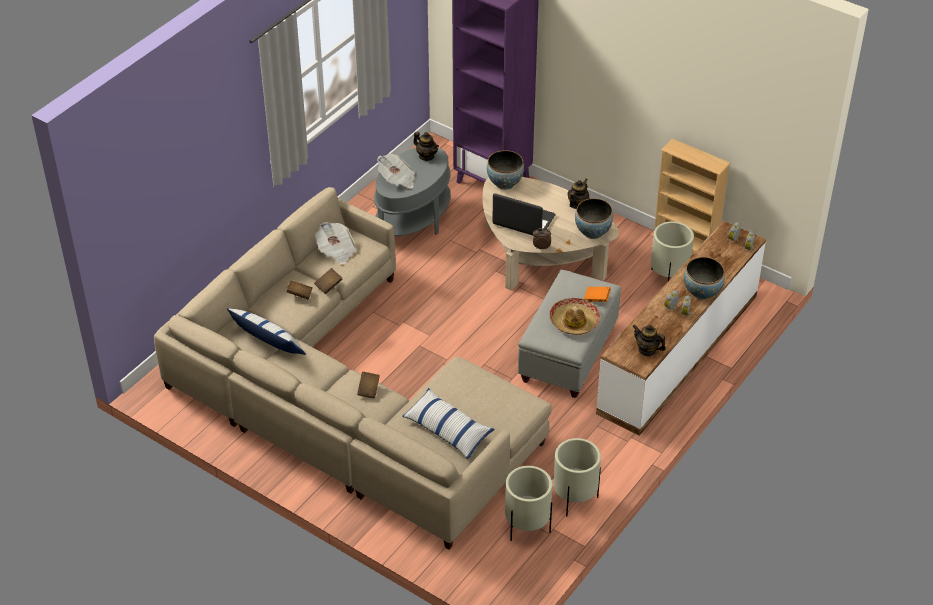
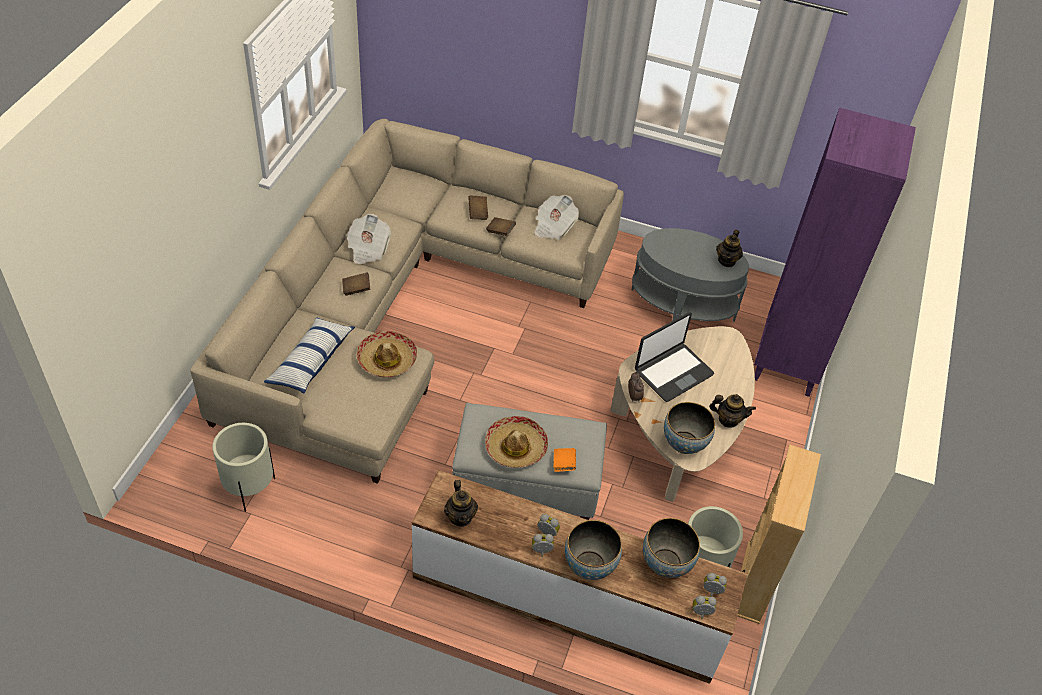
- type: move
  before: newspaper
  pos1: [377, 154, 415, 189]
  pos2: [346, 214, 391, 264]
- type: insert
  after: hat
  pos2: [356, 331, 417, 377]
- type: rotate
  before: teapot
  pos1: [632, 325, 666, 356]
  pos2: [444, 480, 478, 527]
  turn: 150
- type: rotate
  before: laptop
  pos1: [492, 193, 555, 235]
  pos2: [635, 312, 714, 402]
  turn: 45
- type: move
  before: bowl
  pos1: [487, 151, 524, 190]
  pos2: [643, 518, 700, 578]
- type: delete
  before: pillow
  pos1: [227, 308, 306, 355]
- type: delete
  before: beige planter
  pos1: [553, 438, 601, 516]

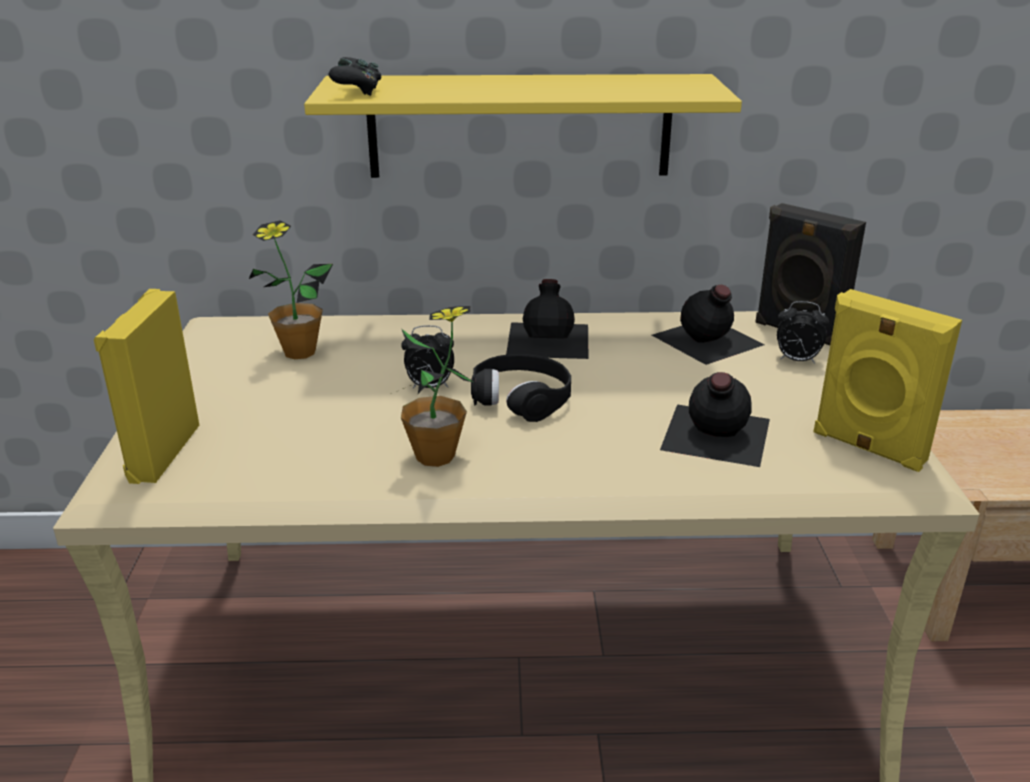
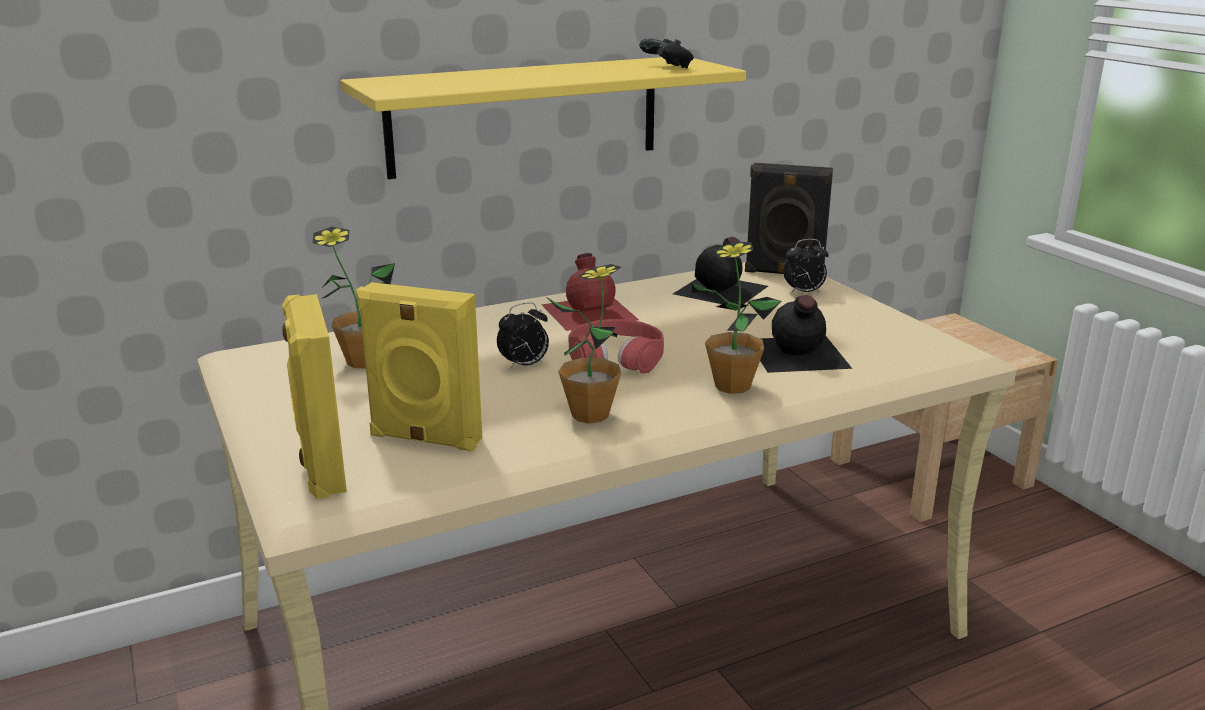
- type: move
  before: yellow speaker
  pos1: [813, 289, 962, 472]
  pos2: [356, 282, 482, 451]
- type: recolor
  before: black bottle
  after: red bottle
  pos1: [506, 279, 588, 359]
  pos2: [541, 253, 639, 331]
- type: recolor
  before: black headphones
  after: red headphones
  pos1: [471, 354, 571, 422]
  pos2: [569, 319, 664, 374]
- type: move
  before: black game controller
  pos1: [328, 57, 382, 96]
  pos2: [639, 39, 694, 68]
- type: insert
  after: potted plant
  pos2: [692, 242, 782, 394]

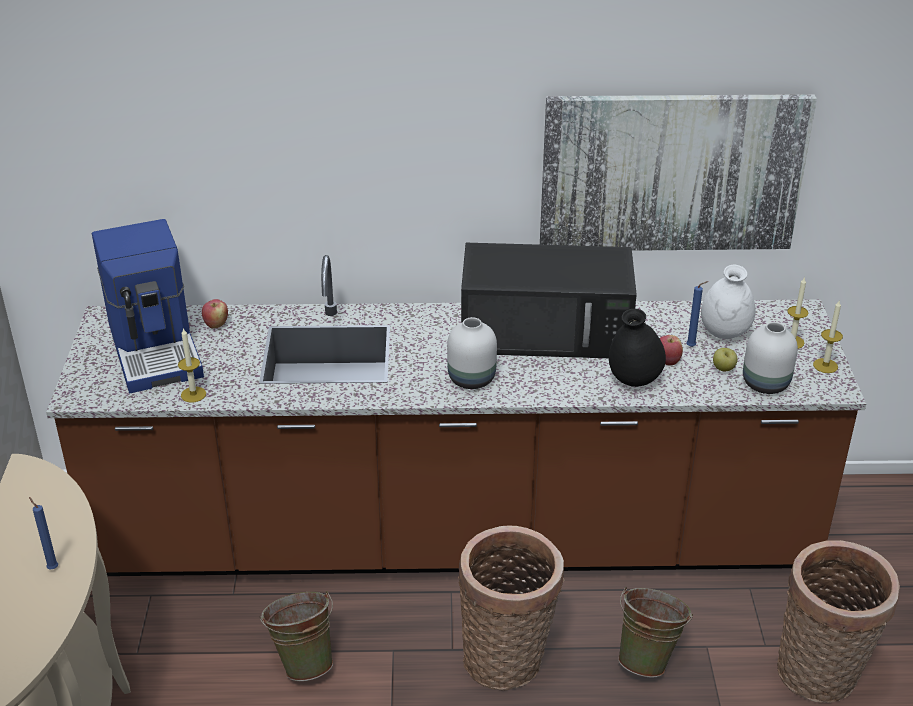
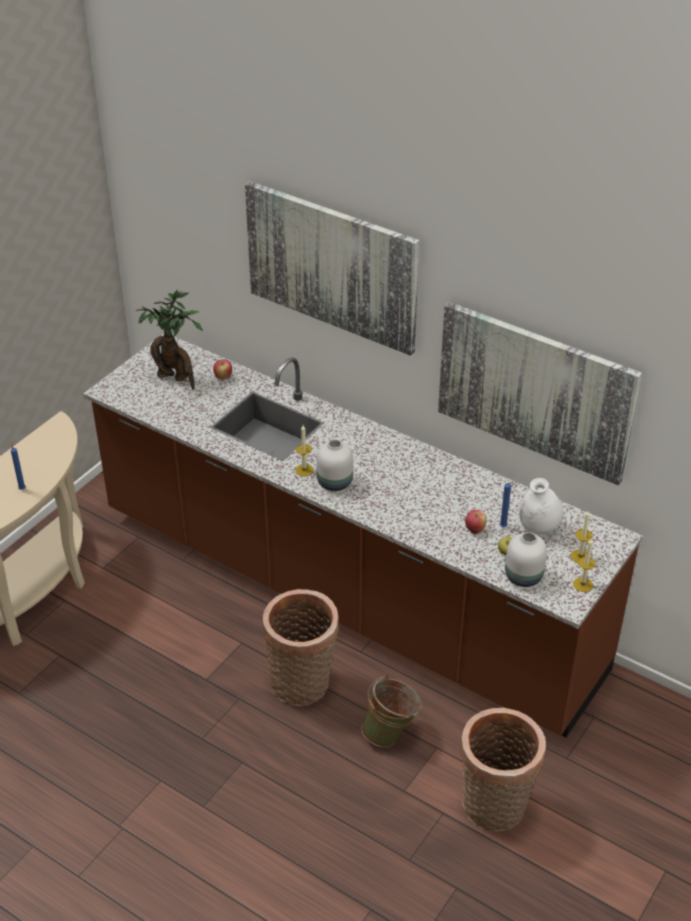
- type: replace
  before: coffee machine
  after: potted plant
  pos1: [92, 219, 204, 393]
  pos2: [135, 289, 203, 389]
- type: insert
  after: picture
  pos2: [245, 181, 420, 356]
- type: move
  before: candle
  pos1: [178, 328, 206, 402]
  pos2: [295, 425, 314, 477]
- type: delete
  before: green bucket
  pos1: [260, 591, 333, 681]
- type: delete
  before: black microwave
  pos1: [461, 243, 637, 358]
- type: delete
  before: black vase
  pos1: [609, 309, 666, 387]

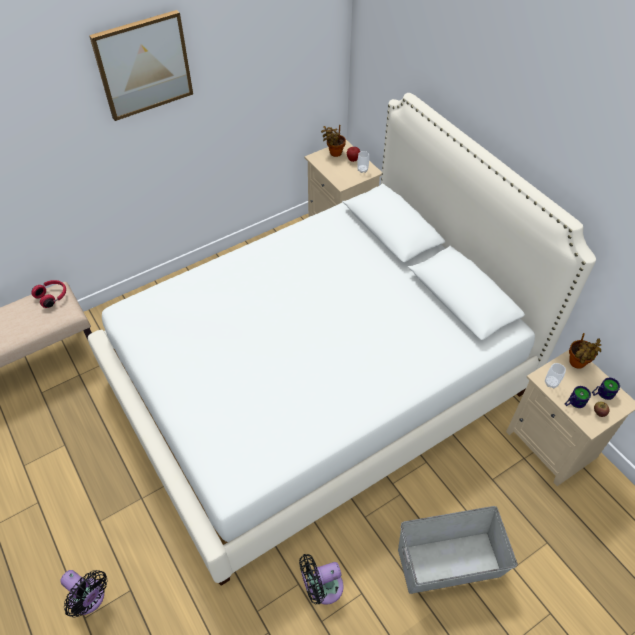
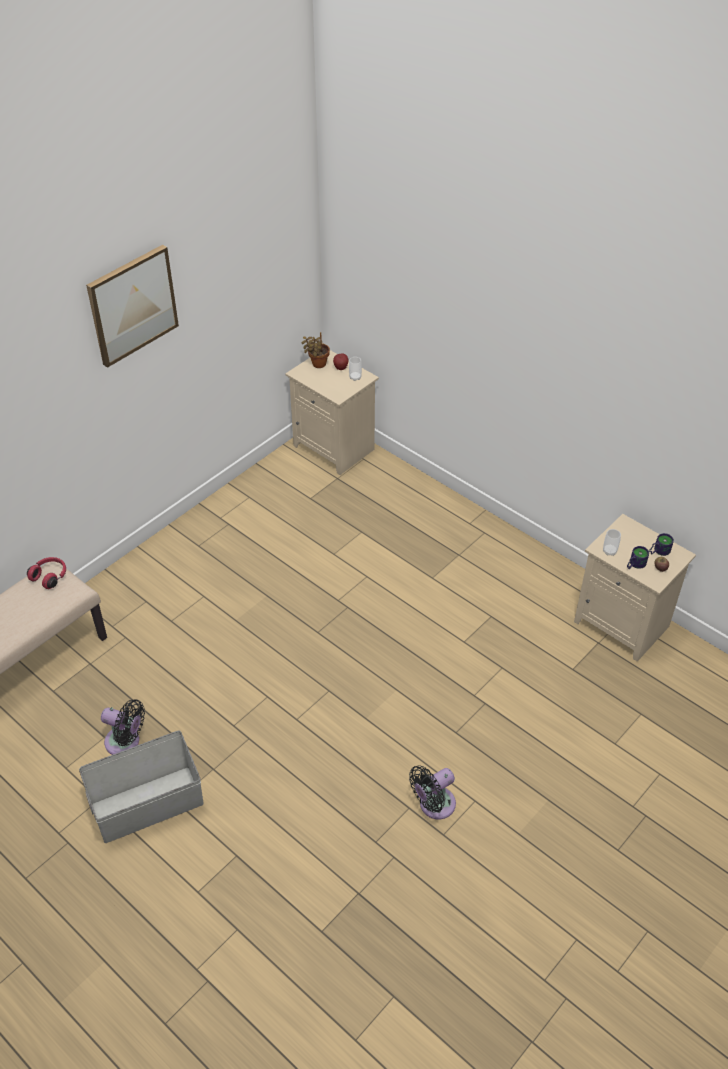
- type: move
  before: grey storage box
  pos1: [398, 506, 518, 594]
  pos2: [79, 731, 204, 843]
- type: move
  before: black fan
  pos1: [60, 570, 108, 617]
  pos2: [101, 699, 145, 755]
- type: delete
  before: white bed
  pos1: [88, 93, 596, 586]
- type: delete
  before: potted plant
  pos1: [569, 333, 601, 369]

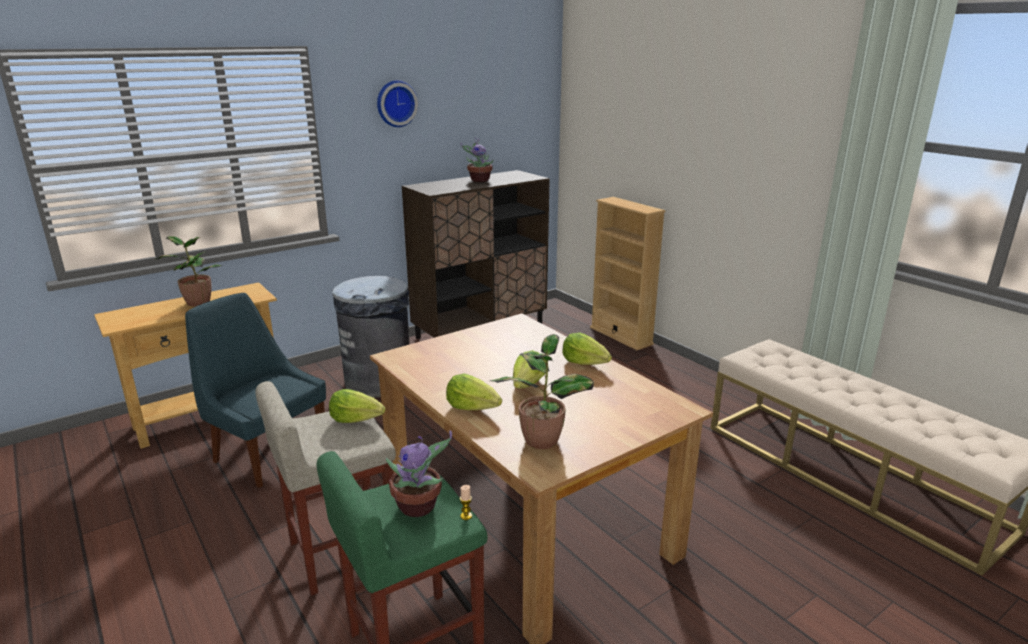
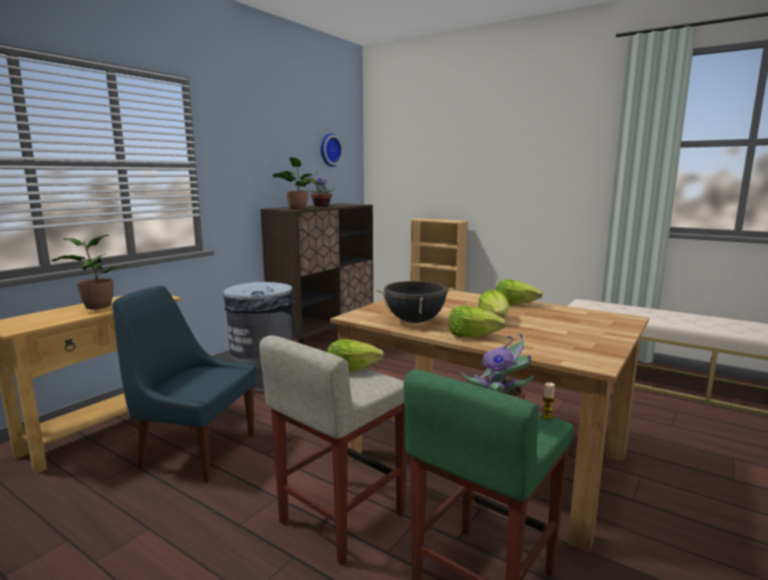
- type: move
  before: potted plant
  pos1: [490, 334, 594, 449]
  pos2: [273, 157, 319, 210]
- type: move
  before: wall clock
  pos1: [377, 80, 418, 127]
  pos2: [320, 133, 343, 167]
- type: insert
  after: black cooking pot
  pos2: [377, 281, 454, 323]

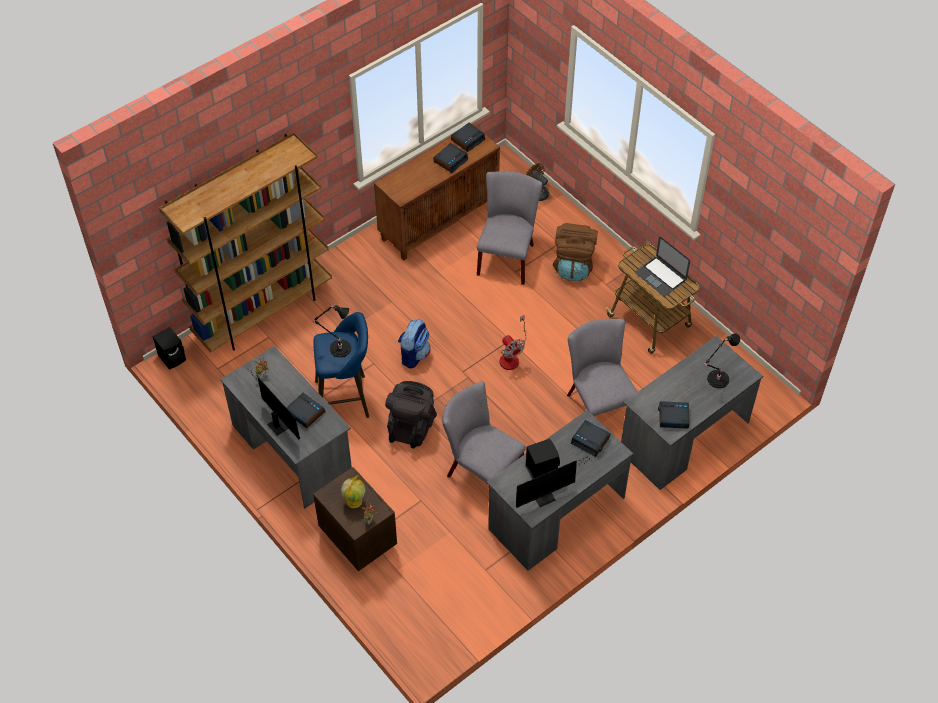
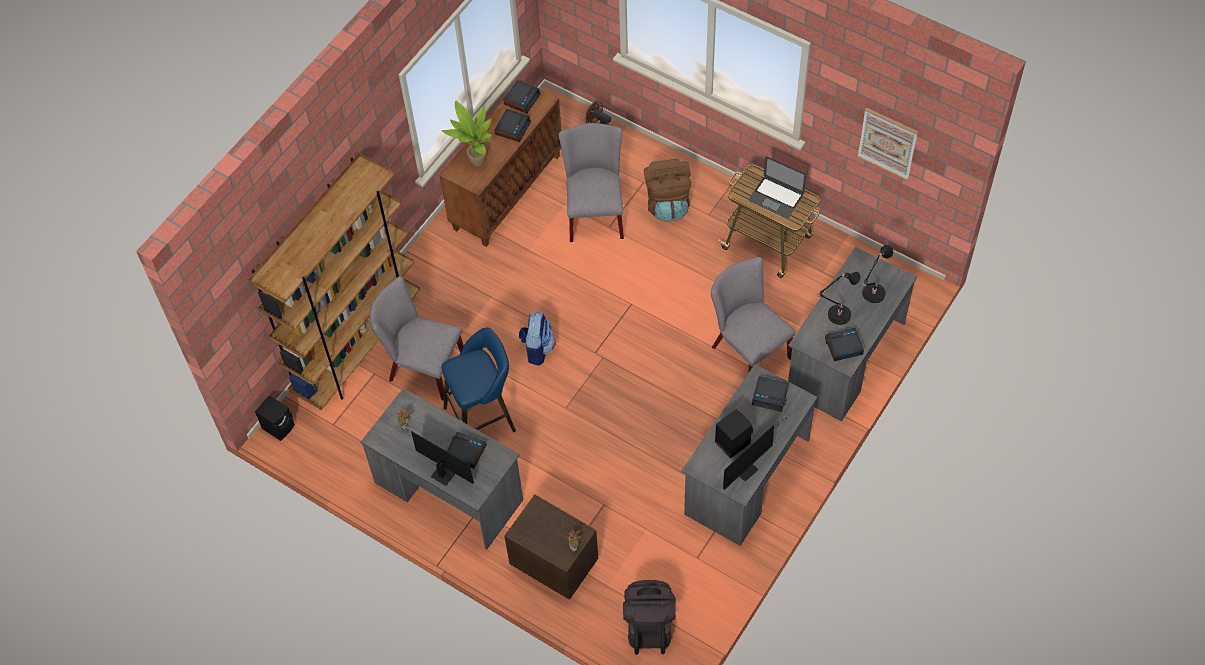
- type: move
  before: grey chair
  pos1: [442, 381, 526, 482]
  pos2: [370, 276, 464, 401]
- type: insert
  after: potted plant
  pos2: [442, 101, 492, 167]
- type: move
  before: black backpack
  pos1: [385, 381, 437, 448]
  pos2: [623, 580, 676, 655]
- type: move
  before: black table lamp
  pos1: [312, 305, 351, 357]
  pos2: [818, 272, 861, 325]
- type: insert
  after: picture
  pos2: [857, 107, 918, 180]
- type: delete
  before: globe
  pos1: [341, 475, 365, 508]
- type: delete
  before: fan
  pos1: [500, 315, 526, 370]

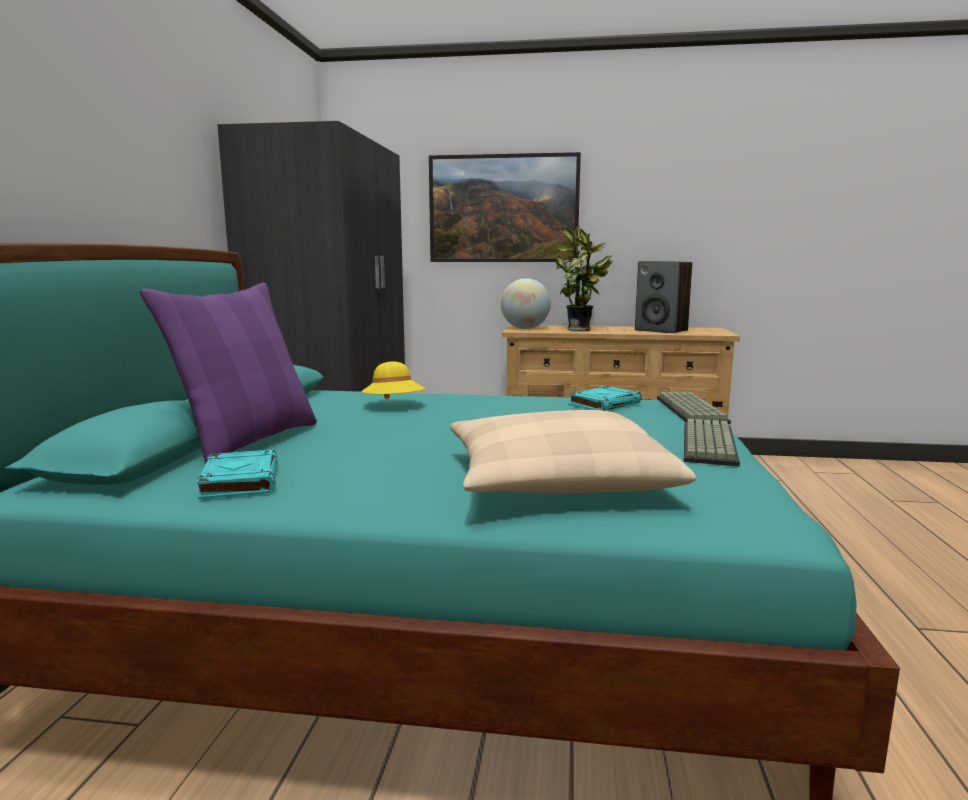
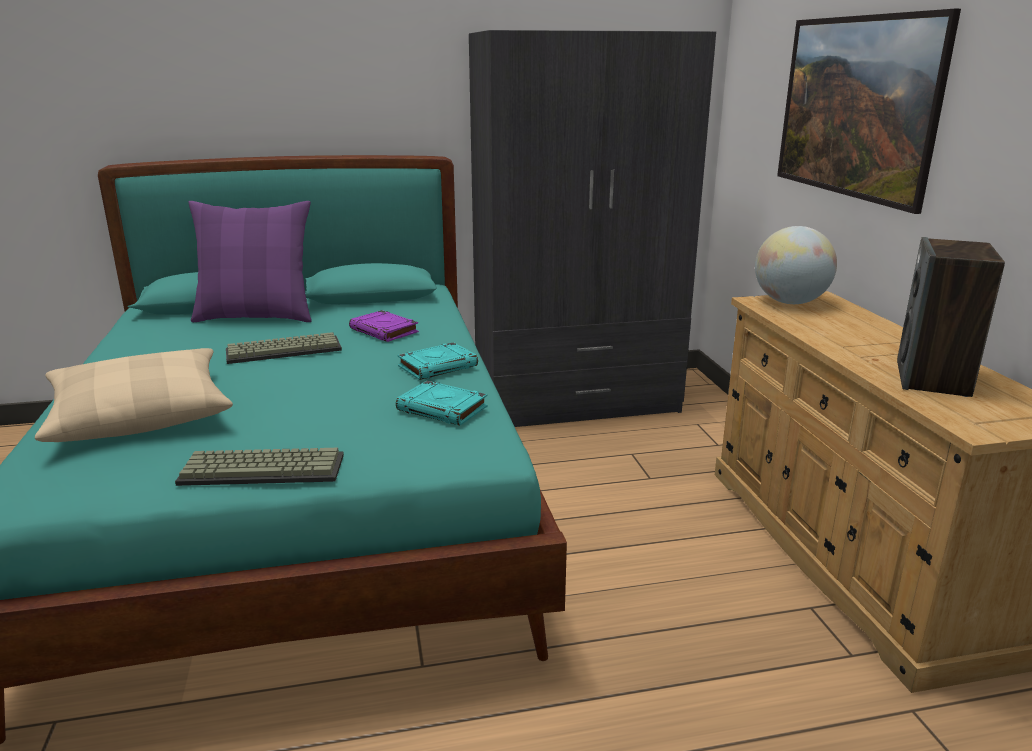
- type: move
  before: keyboard
  pos1: [657, 392, 731, 424]
  pos2: [226, 332, 342, 364]
- type: replace
  before: yellow hat
  after: purple book
  pos1: [362, 361, 425, 399]
  pos2: [349, 310, 419, 342]
- type: move
  before: turquoise book
  pos1: [197, 450, 278, 499]
  pos2: [397, 342, 478, 380]
- type: delete
  before: potted plant
  pos1: [556, 226, 613, 331]

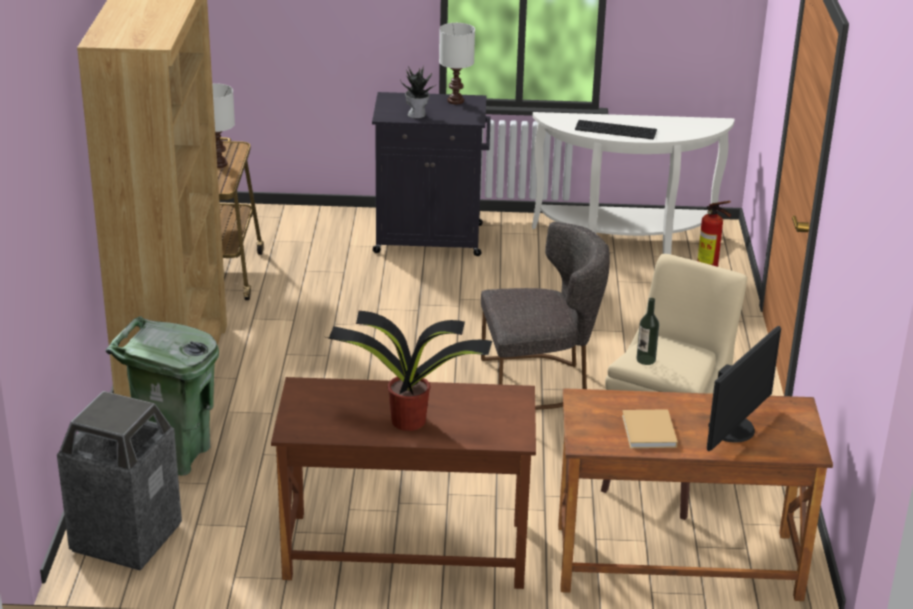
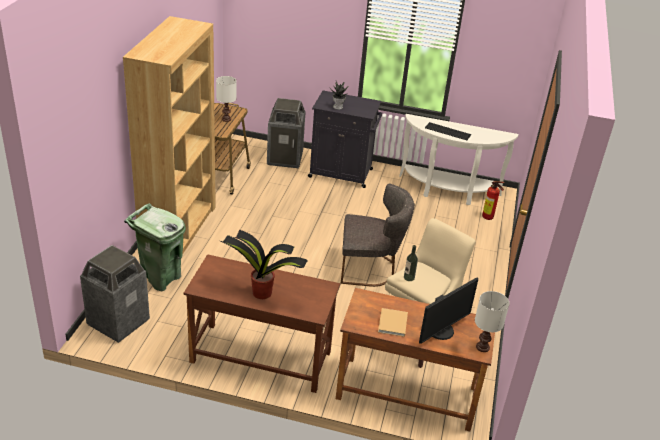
- type: insert
  after: trash can
  pos2: [267, 98, 306, 168]
- type: move
  before: white table lamp
  pos1: [439, 23, 475, 104]
  pos2: [475, 291, 510, 352]

